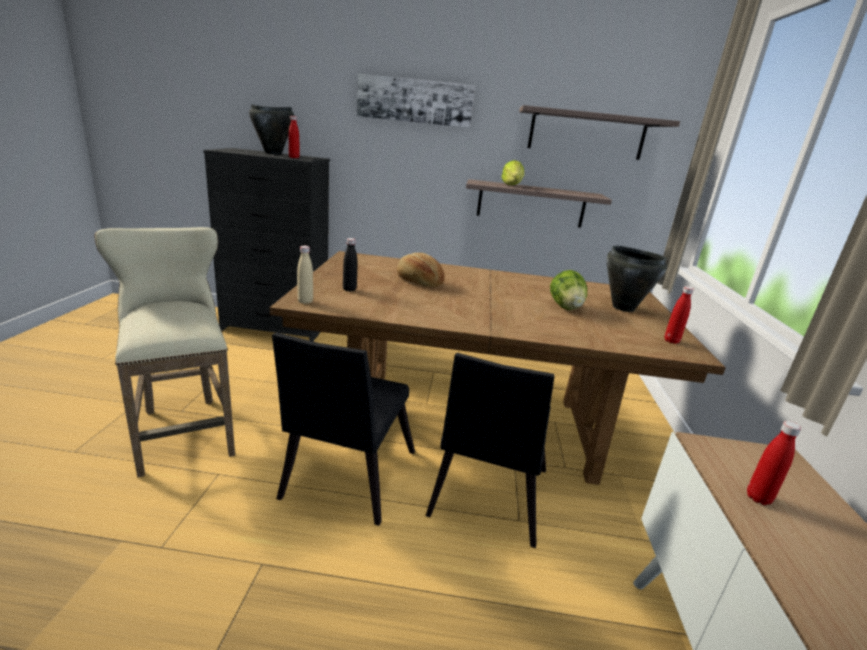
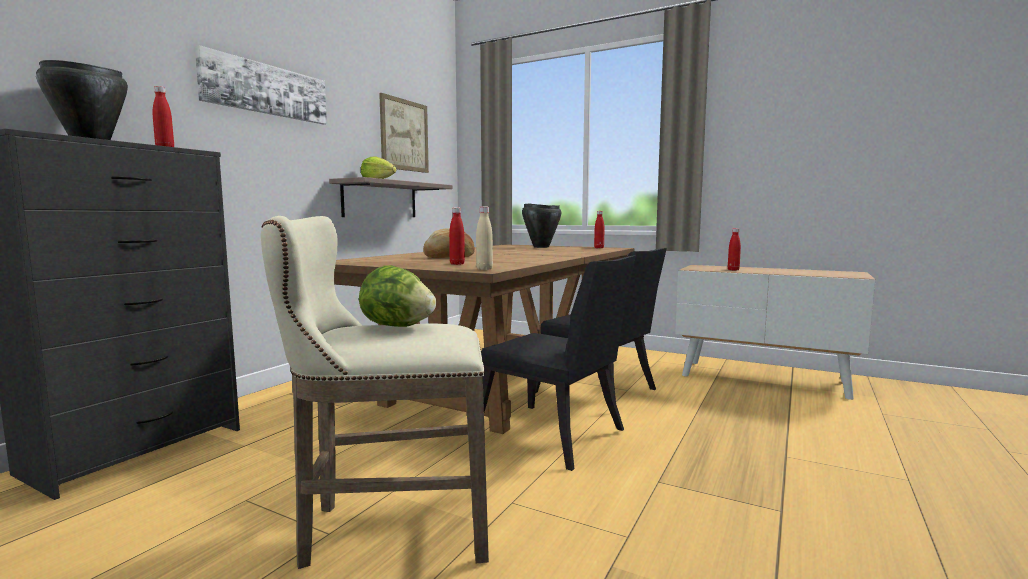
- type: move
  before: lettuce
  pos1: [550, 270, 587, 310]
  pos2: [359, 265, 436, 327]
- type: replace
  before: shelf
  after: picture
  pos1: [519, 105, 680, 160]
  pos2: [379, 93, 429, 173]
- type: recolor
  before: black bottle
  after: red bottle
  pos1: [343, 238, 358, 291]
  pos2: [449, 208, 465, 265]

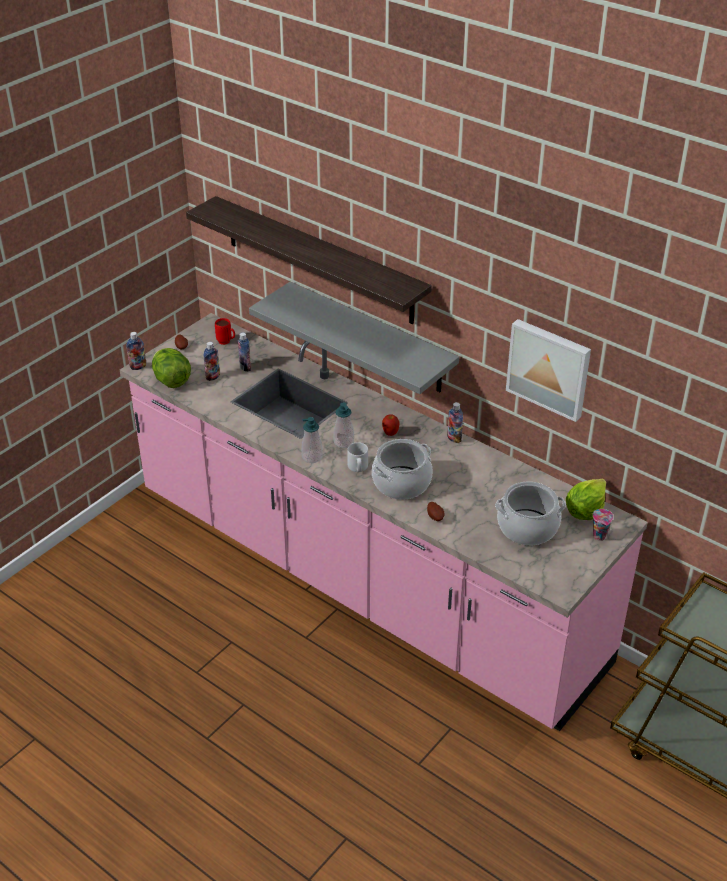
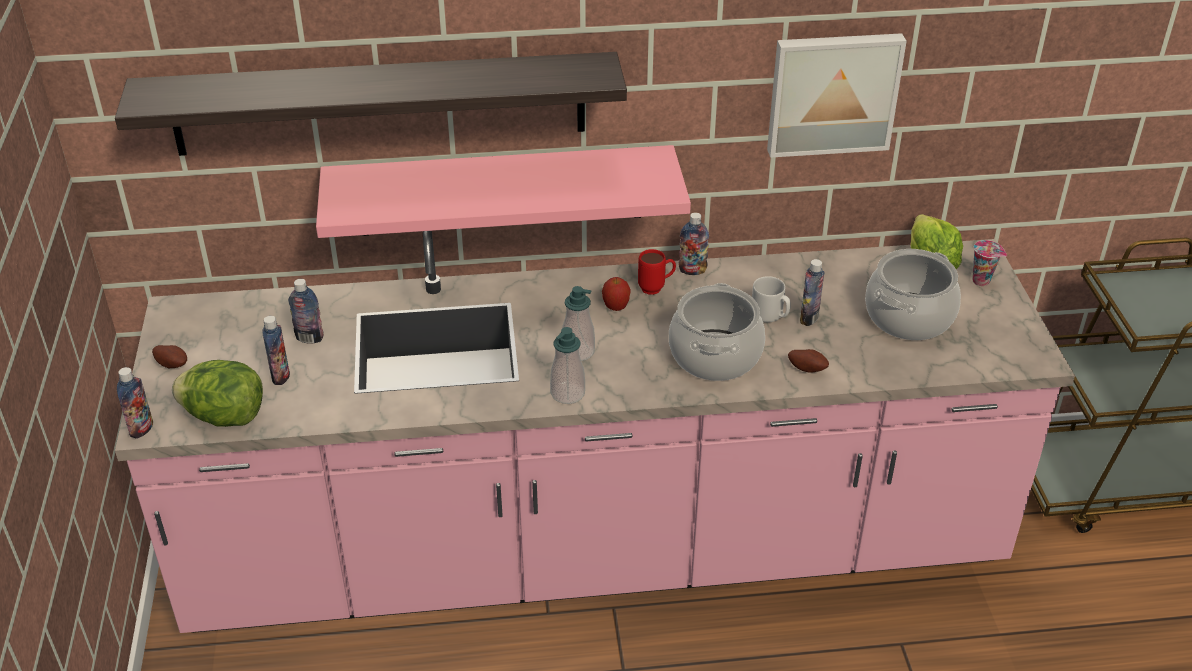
- type: recolor
  before: grey shelf
  after: pink shelf
  pos1: [249, 282, 459, 394]
  pos2: [316, 145, 691, 238]
- type: move
  before: red mug
  pos1: [215, 318, 235, 345]
  pos2: [638, 249, 676, 295]
- type: move
  before: grey mug
  pos1: [347, 442, 368, 472]
  pos2: [752, 276, 791, 322]
- type: insert
  after: bottle
  pos2: [800, 259, 825, 326]

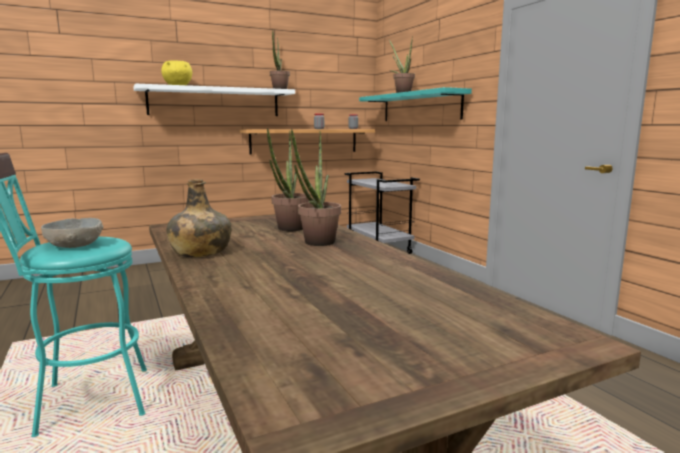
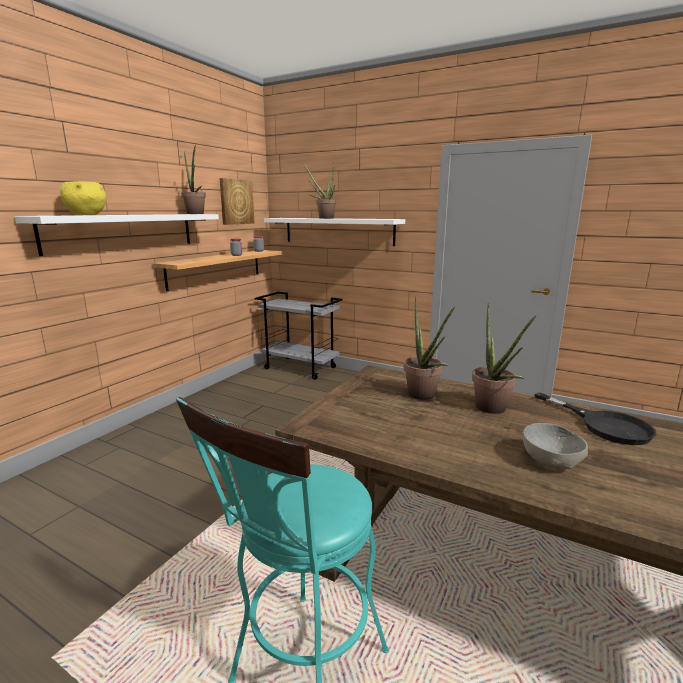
- type: insert
  after: picture
  pos2: [220, 178, 254, 225]
- type: recolor
  before: turquoise shelf
  after: white shelf
  pos1: [359, 87, 472, 121]
  pos2: [264, 218, 405, 246]
- type: move
  before: grey bowl
  pos1: [41, 218, 103, 248]
  pos2: [522, 423, 588, 469]
- type: insert
  after: black frying pan
  pos2: [535, 392, 657, 445]
- type: delete
  before: green bottle
  pos1: [166, 179, 231, 257]

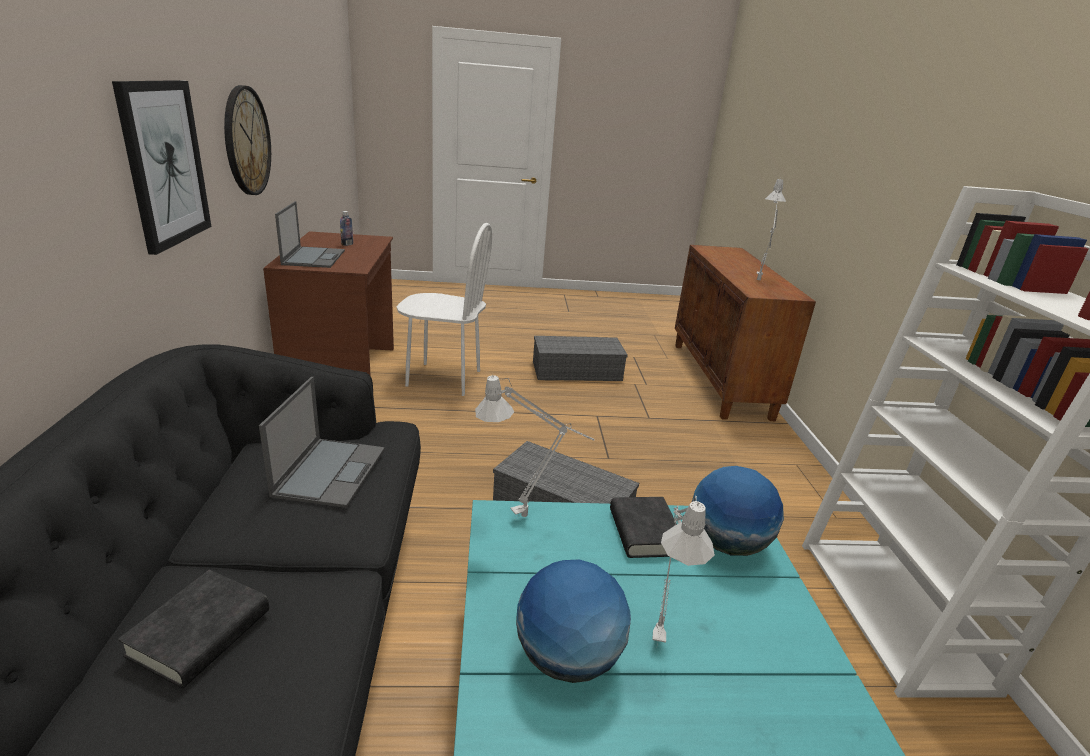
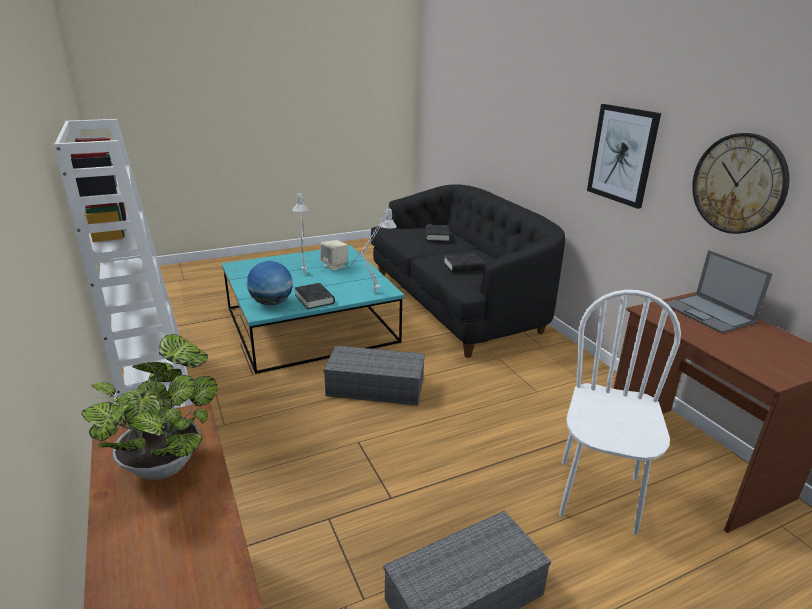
- type: replace
  before: grey table lamp
  after: potted plant
  pos1: [757, 178, 786, 280]
  pos2: [81, 334, 217, 480]
- type: replace
  before: globe
  after: beige speaker
  pos1: [516, 560, 631, 683]
  pos2: [320, 240, 348, 271]
- type: replace
  before: laptop
  after: black book
  pos1: [259, 377, 385, 508]
  pos2: [444, 253, 485, 272]
- type: rotate
  before: white chair
  pos1: [397, 223, 492, 396]
  pos2: [559, 290, 681, 535]
  turn: 120
- type: delete
  before: bottle
  pos1: [340, 211, 353, 246]

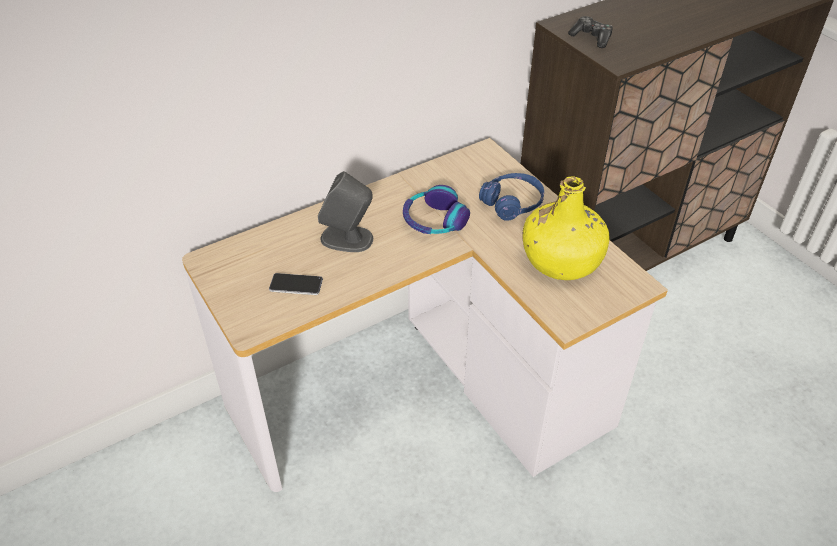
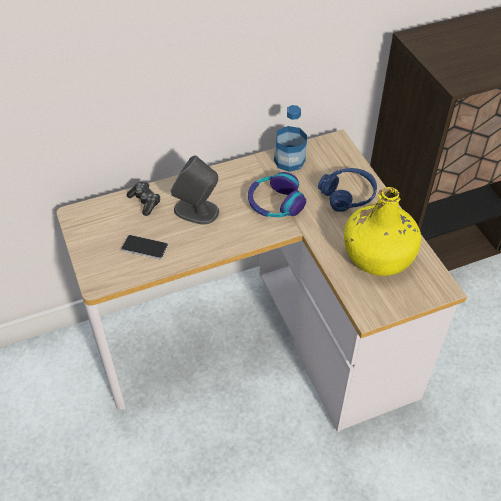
- type: move
  before: game controller
  pos1: [568, 16, 613, 48]
  pos2: [126, 182, 160, 216]
- type: insert
  after: bottle
  pos2: [274, 105, 307, 172]

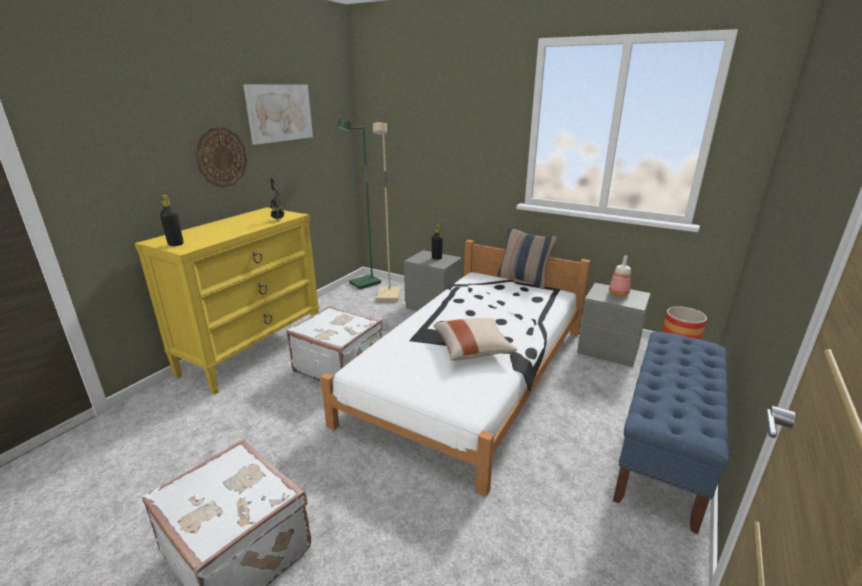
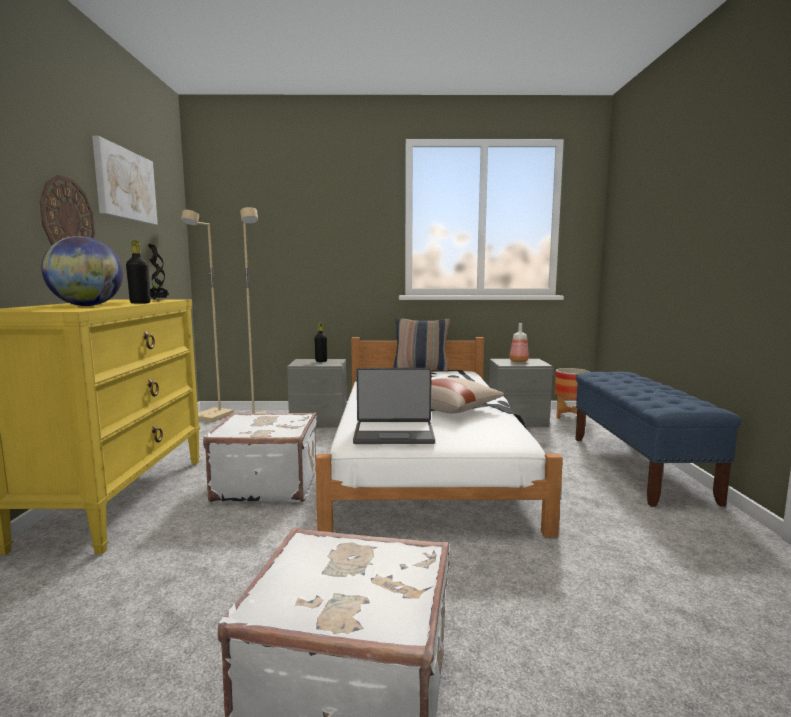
- type: insert
  after: globe
  pos2: [42, 236, 123, 306]
- type: move
  before: black bottle
  pos1: [160, 195, 184, 246]
  pos2: [126, 240, 151, 304]
- type: recolor
  before: green floor lamp
  after: beige floor lamp
  pos1: [337, 119, 381, 289]
  pos2: [181, 210, 234, 422]
- type: insert
  after: laptop
  pos2: [353, 368, 435, 444]

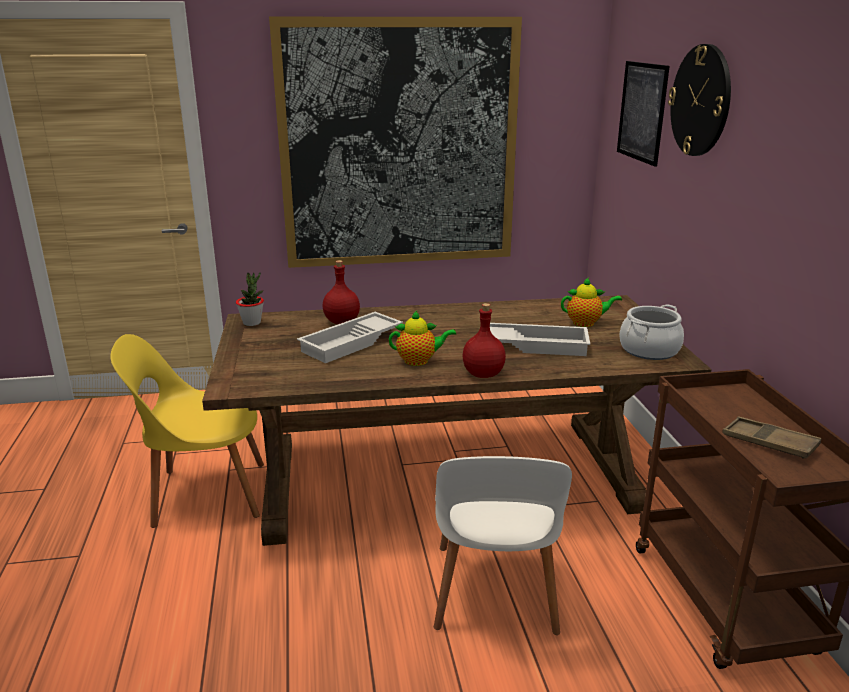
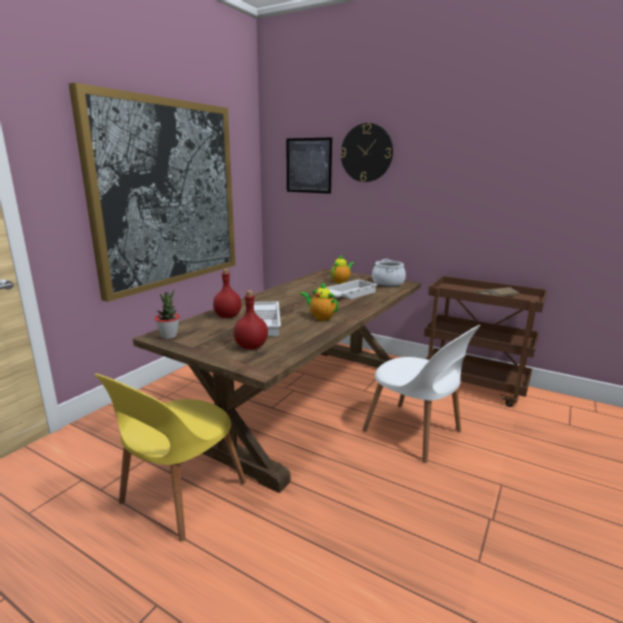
- type: move
  before: red bottle
  pos1: [462, 303, 506, 378]
  pos2: [234, 290, 268, 349]
- type: rotate
  before: teapot
  pos1: [389, 311, 456, 366]
  pos2: [301, 283, 339, 321]
  turn: -90

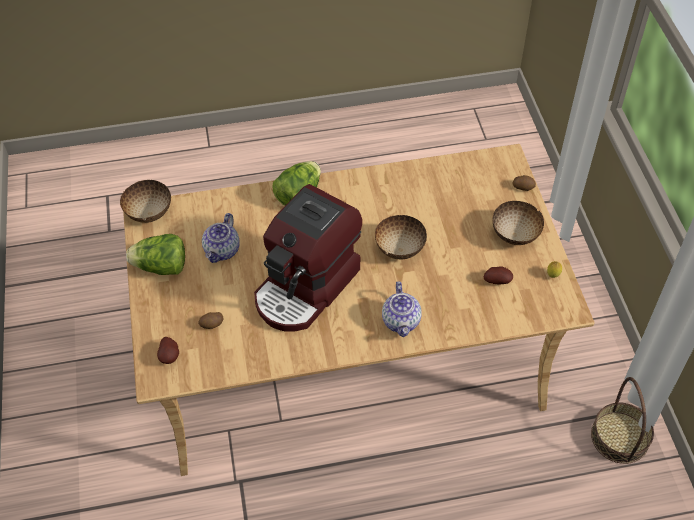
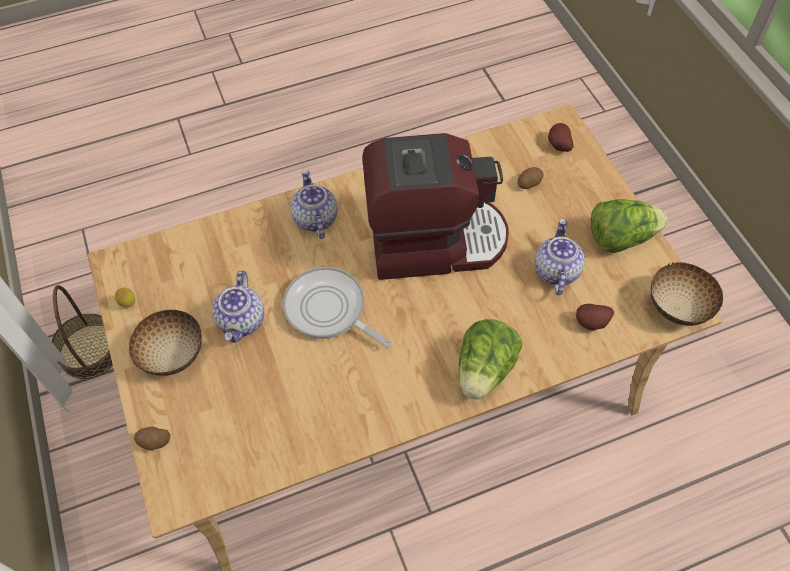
- type: insert
  after: teapot
  pos2: [212, 271, 264, 343]
- type: replace
  before: bowl
  after: frying pan
  pos1: [375, 215, 427, 259]
  pos2: [283, 267, 392, 347]
- type: rotate
  before: coffee machine
  pos1: [254, 184, 362, 332]
  pos2: [362, 133, 509, 280]
  turn: 60
- type: move
  before: potato
  pos1: [484, 266, 513, 285]
  pos2: [576, 304, 614, 330]

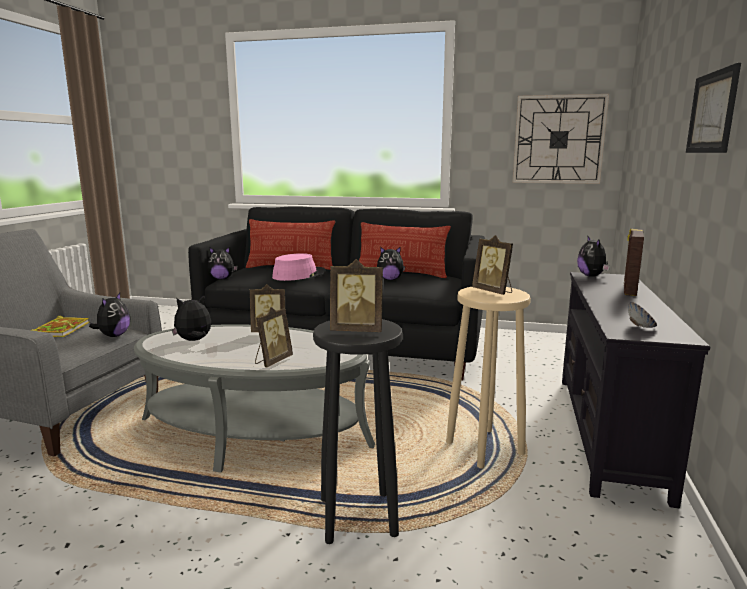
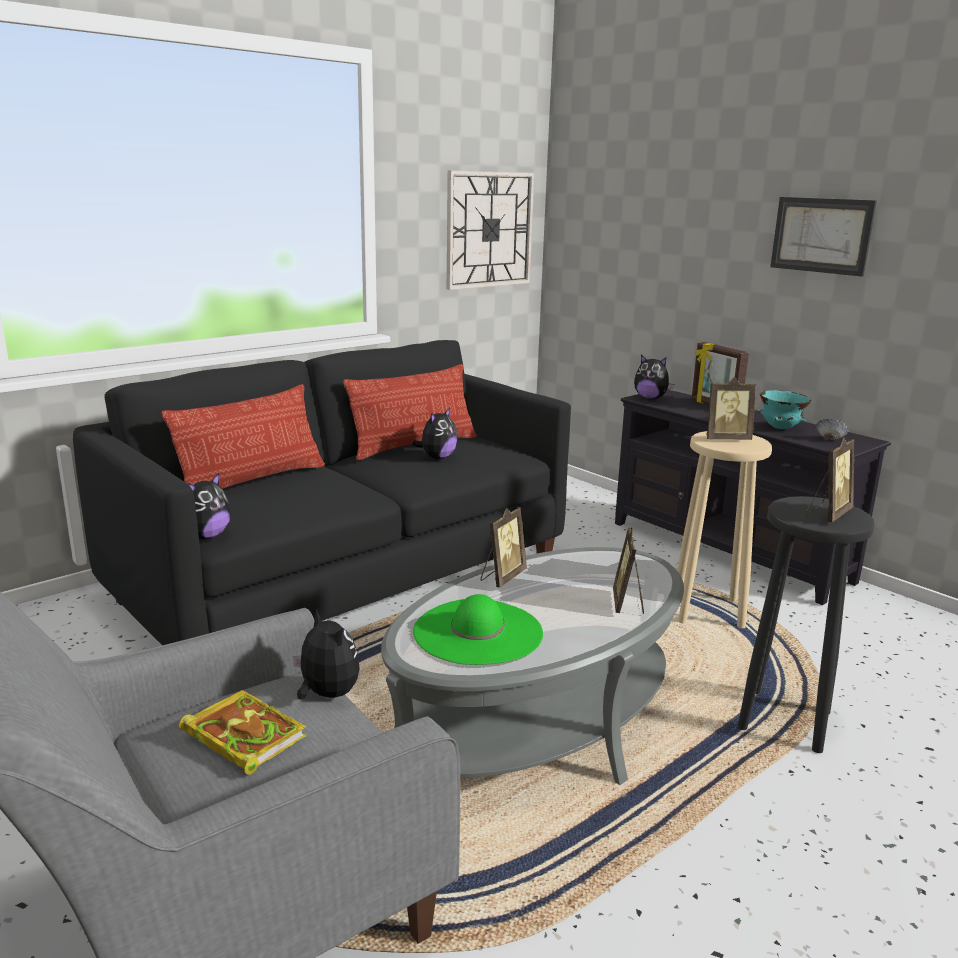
- type: replace
  before: plush toy
  after: green hat
  pos1: [172, 296, 211, 341]
  pos2: [413, 594, 543, 665]
- type: rotate
  before: picture frame
  pos1: [255, 307, 293, 367]
  pos2: [613, 527, 644, 614]
  turn: -150
- type: insert
  after: turquoise bowl
  pos2: [760, 390, 812, 429]
- type: delete
  before: pink hat
  pos1: [272, 253, 326, 281]

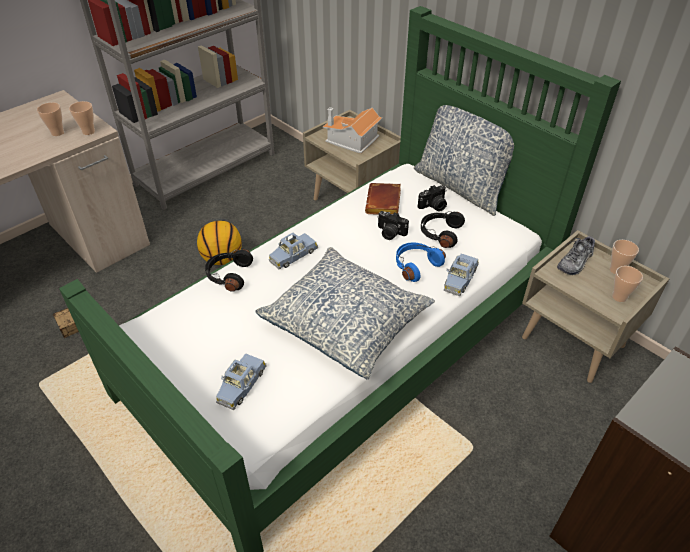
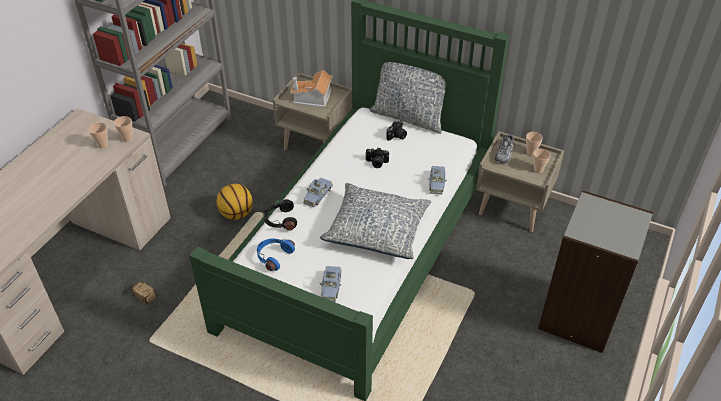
- type: move
  before: blue headphones
  pos1: [396, 242, 446, 282]
  pos2: [257, 239, 295, 271]
- type: delete
  before: brown book
  pos1: [365, 183, 401, 215]
- type: delete
  before: black headphones
  pos1: [421, 211, 465, 248]

